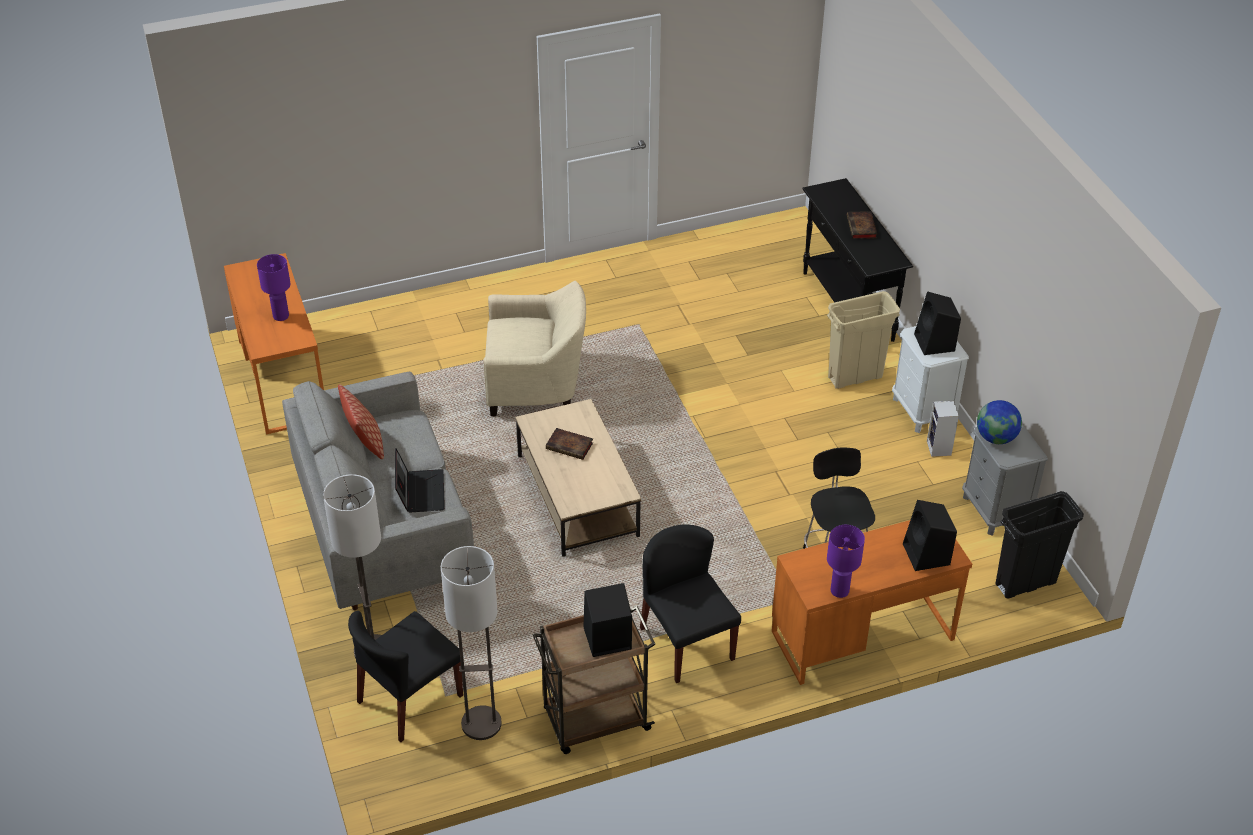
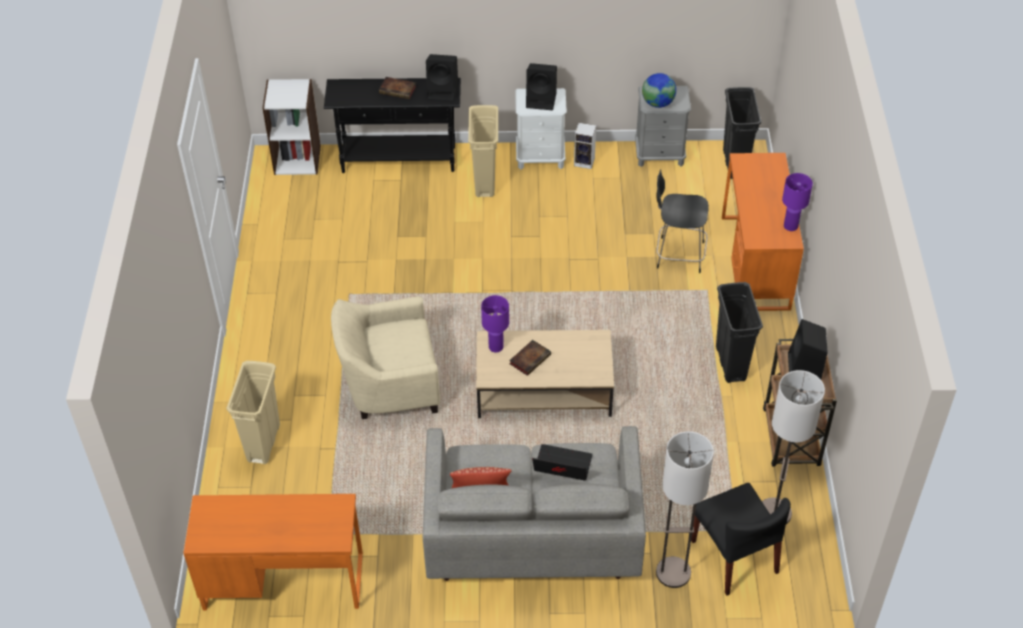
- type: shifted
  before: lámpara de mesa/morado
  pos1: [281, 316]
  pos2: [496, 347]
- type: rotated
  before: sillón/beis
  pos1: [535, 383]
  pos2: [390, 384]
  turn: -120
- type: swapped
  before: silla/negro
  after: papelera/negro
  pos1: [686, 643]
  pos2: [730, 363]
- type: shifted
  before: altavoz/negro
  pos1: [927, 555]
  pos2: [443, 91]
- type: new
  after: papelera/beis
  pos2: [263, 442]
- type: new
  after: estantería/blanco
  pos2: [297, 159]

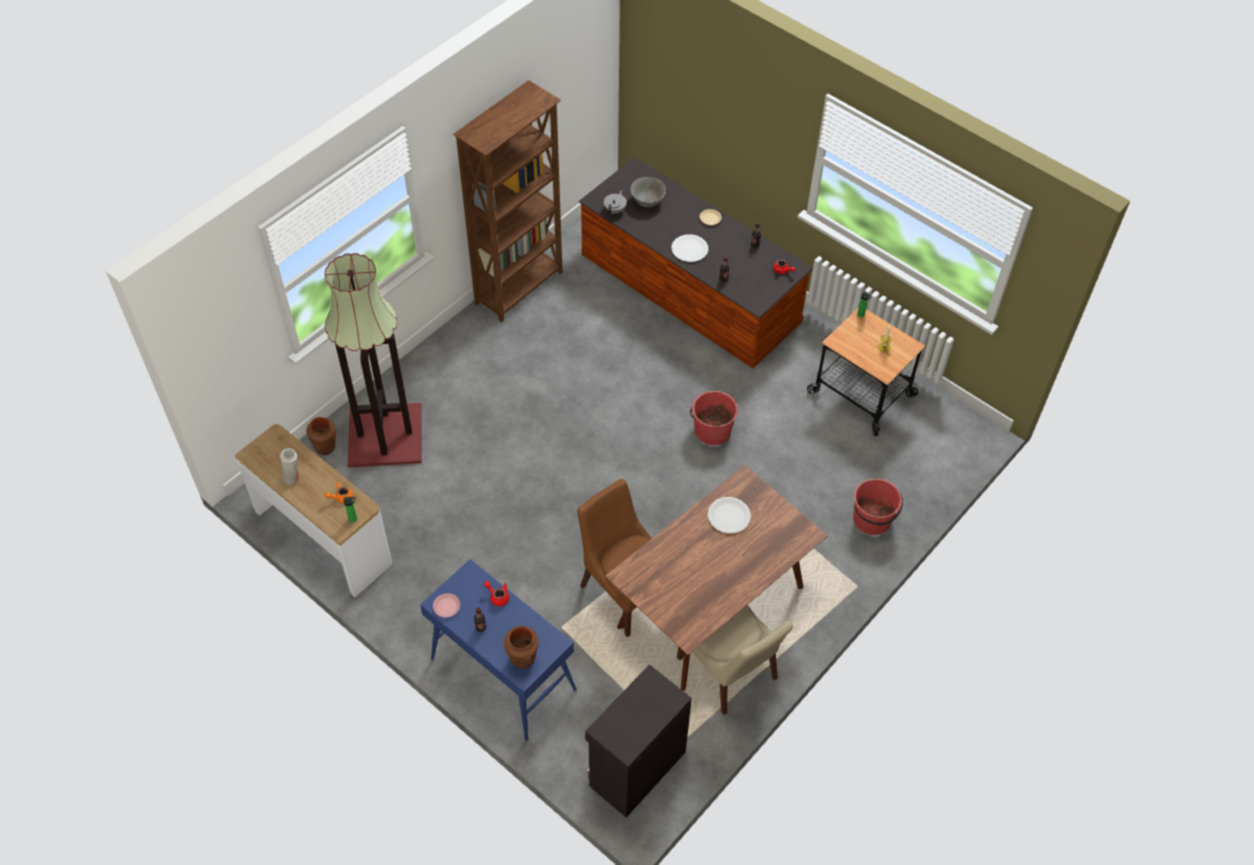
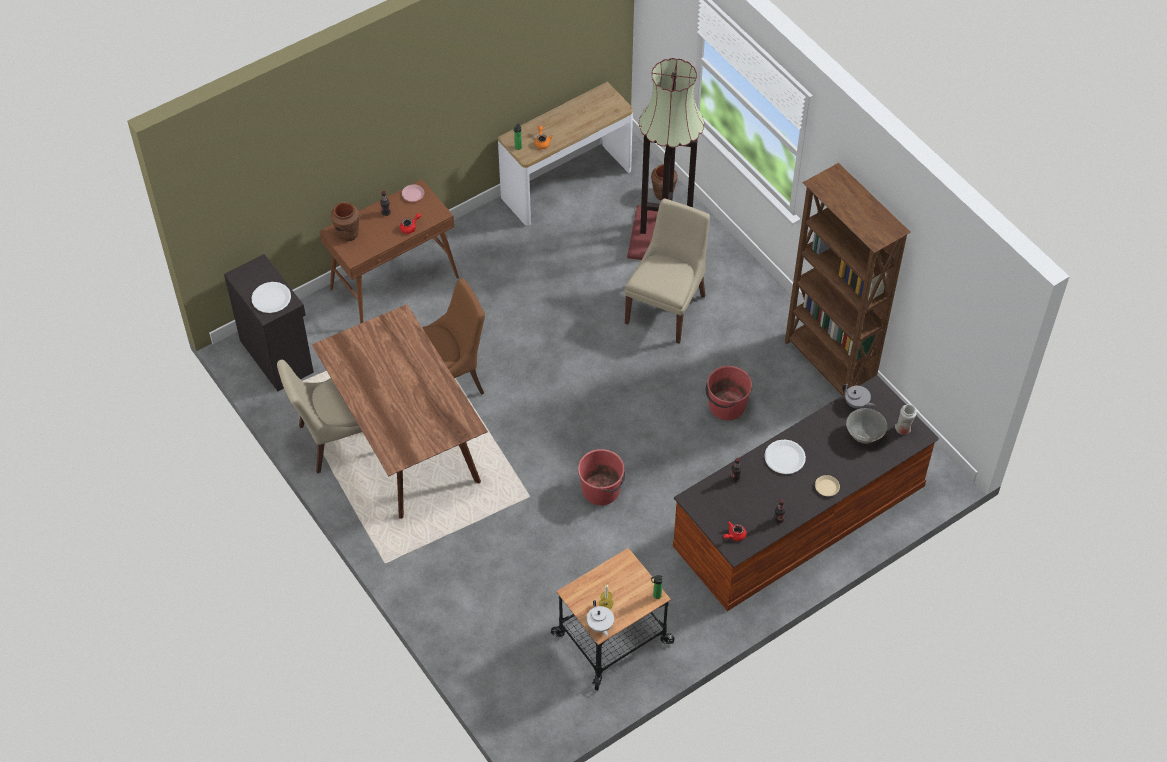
- type: shifted
  before: florero/blanco
  pos1: [292, 477]
  pos2: [903, 430]
- type: repainted
  before: mesa consola/azul
  after: mesa consola/marrón
  pos1: [502, 674]
  pos2: [395, 283]
- type: shifted
  before: plato/blanco
  pos1: [729, 516]
  pos2: [271, 298]
- type: shifted
  before: cubo/rojo
  pos1: [872, 520]
  pos2: [726, 406]
- type: new
  after: tetera/blanco
  pos2: [600, 625]
- type: new
  after: silla/beis
  pos2: [666, 307]

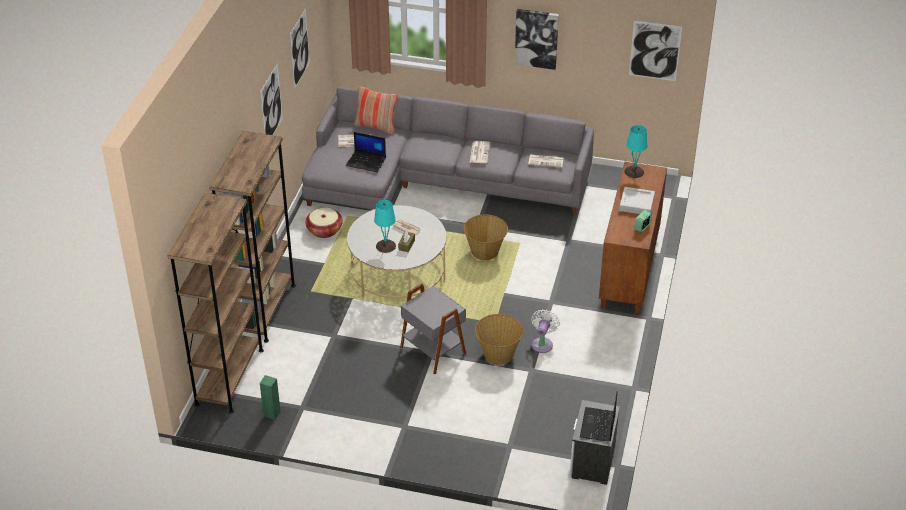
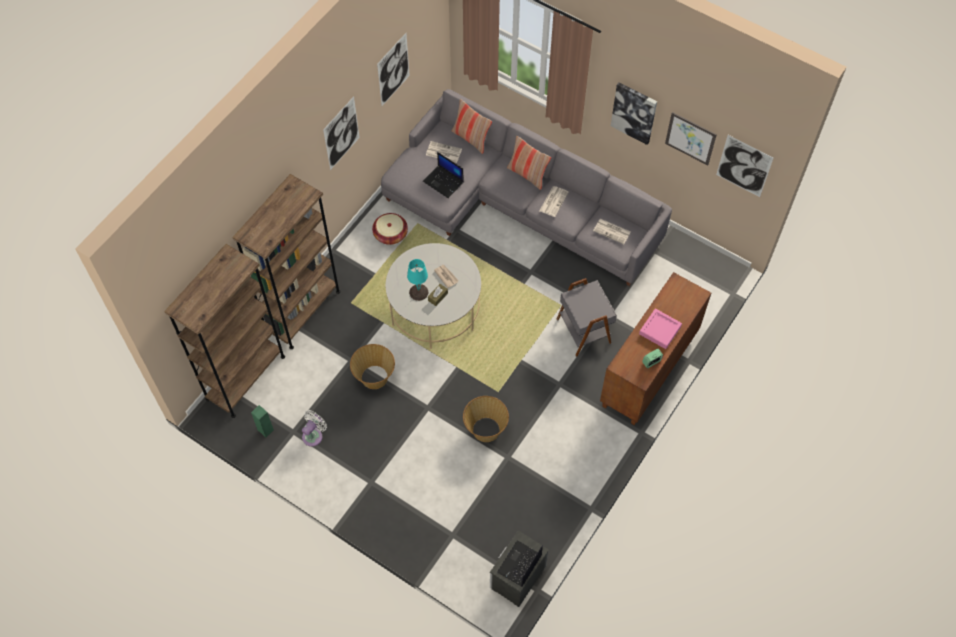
- type: shifted
  before: mesa auxiliar/gris
  pos1: [434, 350]
  pos2: [584, 330]
- type: shifted
  before: cesta
  pos1: [485, 252]
  pos2: [374, 377]
- type: shifted
  before: ventilador/blanco
  pos1: [543, 343]
  pos2: [314, 435]
- type: repainted
  before: bandeja/gris
  after: bandeja/rosa
  pos1: [636, 204]
  pos2: [660, 330]
- type: gone
  before: lámpara de mesa/turquesa
  pos1: [633, 171]
- type: new
  after: cojín
  pos2: [527, 174]
- type: new
  after: cuadro
  pos2: [690, 138]

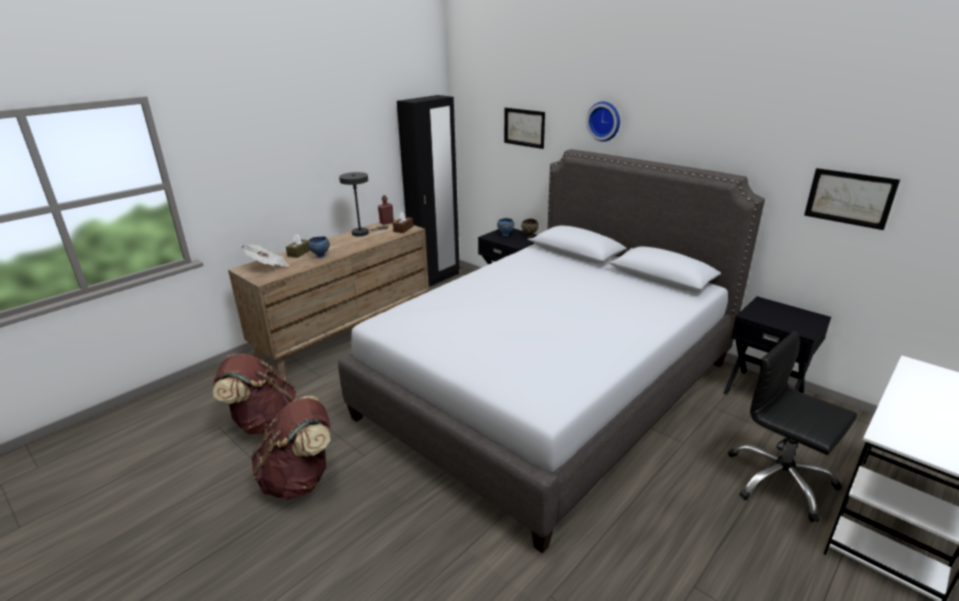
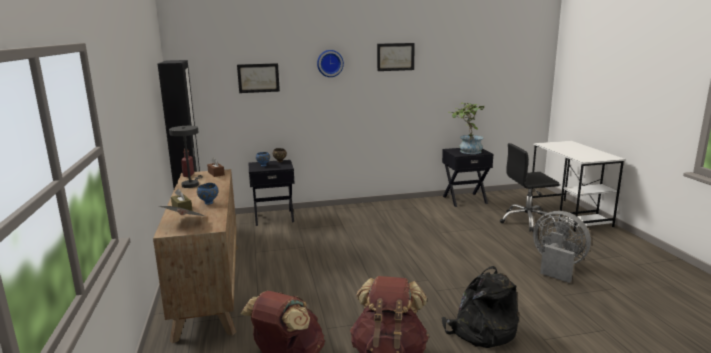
- type: gone
  before: cama/gris
  pos1: [548, 389]
- type: shifted
  before: cuadro
  pos1: [849, 198]
  pos2: [395, 57]
- type: new
  after: mochila/negro
  pos2: [480, 331]
- type: new
  after: planta en maceta
  pos2: [467, 151]
- type: new
  after: ventilador/gris
  pos2: [557, 266]

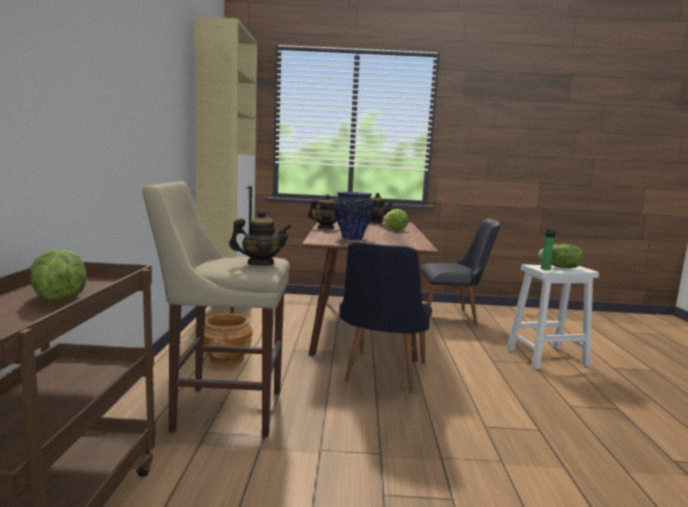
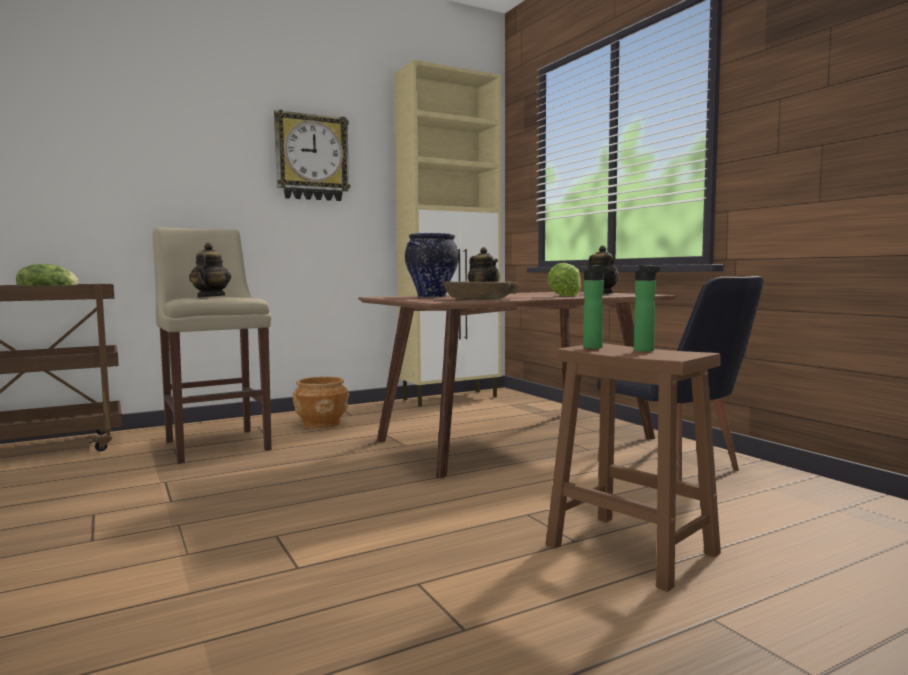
- type: rotated
  before: tetera
  pos1: [260, 264]
  pos2: [210, 297]
  turn: -135
- type: gone
  before: silla/negro
  pos1: [381, 375]
- type: repainted
  before: taburete/blanco
  after: taburete/marrón
  pos1: [548, 357]
  pos2: [634, 550]
- type: swapped
  before: lechuga
  after: botella
  pos1: [560, 267]
  pos2: [645, 351]
- type: new
  after: reloj de pared
  pos2: [311, 158]
- type: new
  after: cuenco/marrón
  pos2: [479, 299]

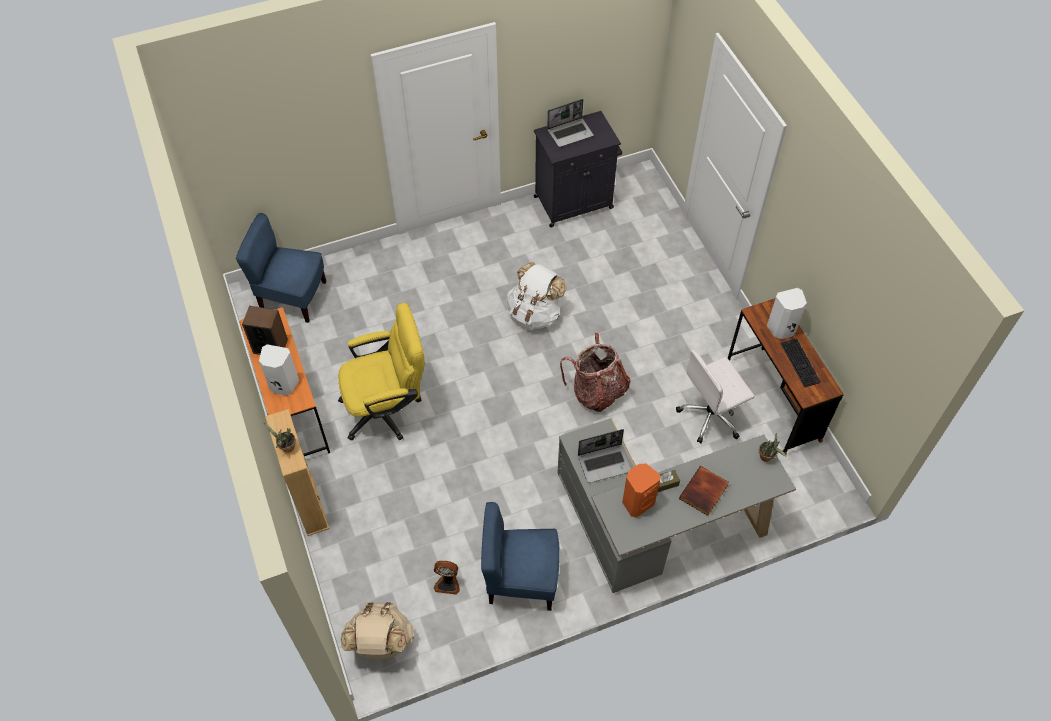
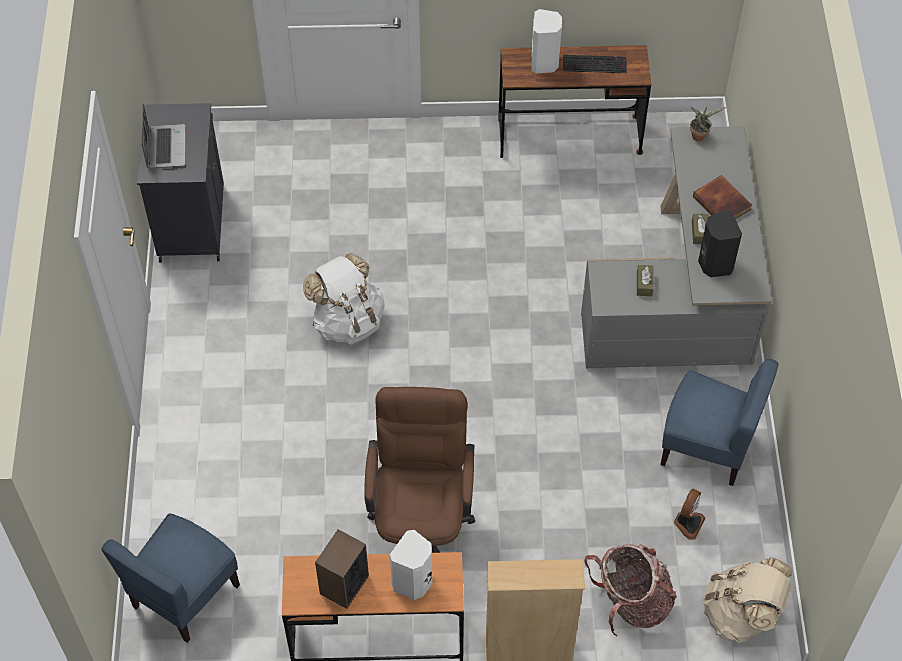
- type: gone
  before: planta en maceta
  pos1: [286, 447]
- type: repainted
  before: silla de oficina/amarillo
  after: silla de oficina/marrón
  pos1: [388, 409]
  pos2: [421, 523]
- type: rotated
  before: silla/azul
  pos1: [521, 579]
  pos2: [707, 447]
  turn: -90
- type: shifted
  before: mochila
  pos1: [597, 391]
  pos2: [631, 602]
- type: swapped
  before: portátil
  after: caja de pañuelos/marrón
  pos1: [605, 463]
  pos2: [644, 284]
- type: repainted
  before: altavoz/naranja
  after: altavoz/negro
  pos1: [637, 502]
  pos2: [714, 264]
- type: gone
  before: silla de oficina/blanco
  pos1: [711, 416]

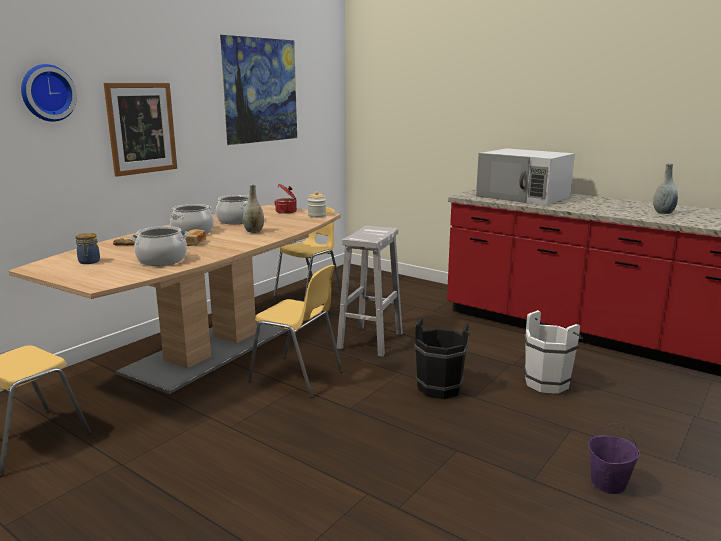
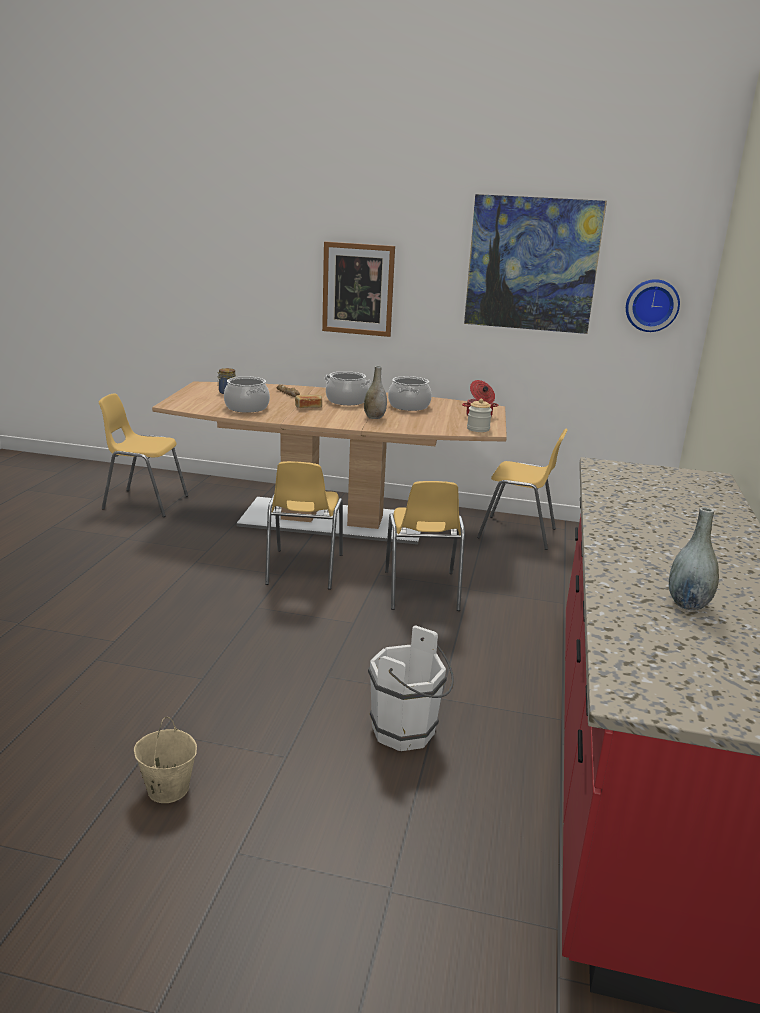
- type: shifted
  before: reloj de pared
  pos1: [47, 93]
  pos2: [652, 305]
- type: swapped
  before: taburete/blanco
  after: silla/amarillo
  pos1: [370, 341]
  pos2: [421, 591]
- type: gone
  before: cubo/negro
  pos1: [440, 386]
- type: gone
  before: microondas/blanco
  pos1: [523, 196]
- type: repainted
  before: cubo/morado
  after: cubo/beis
  pos1: [608, 484]
  pos2: [167, 789]

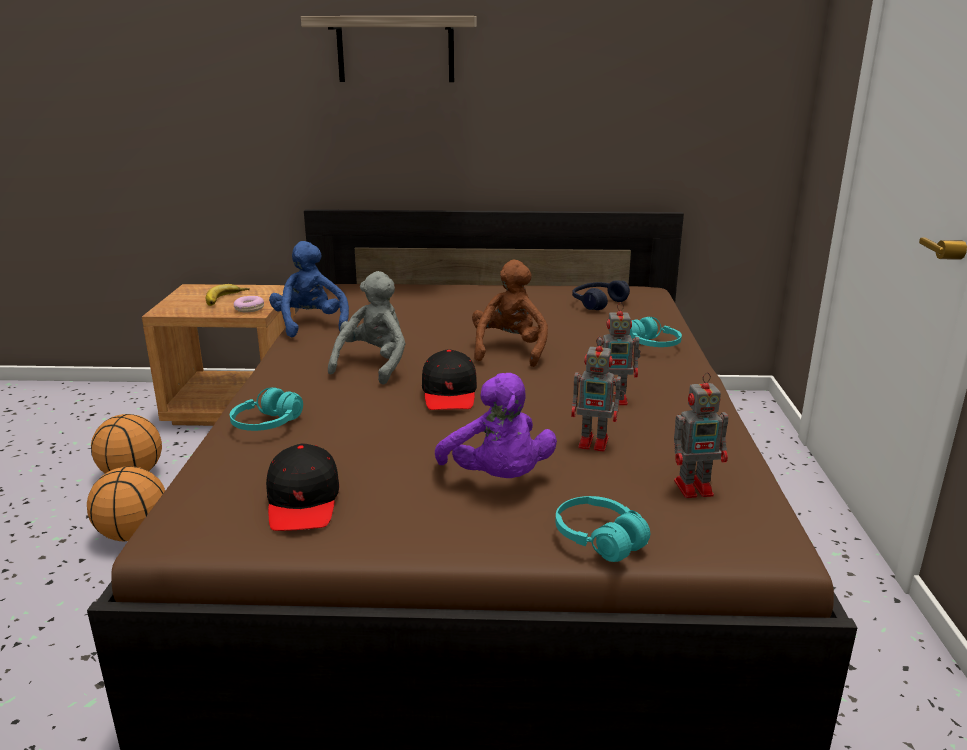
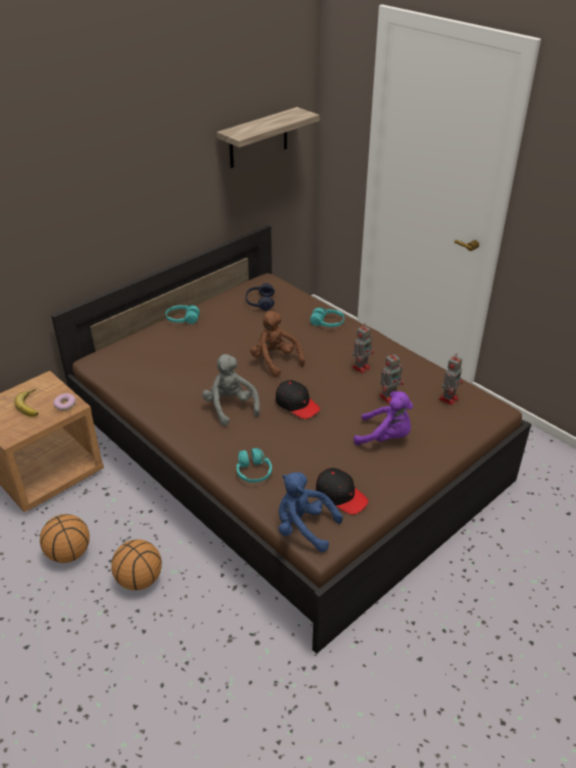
- type: shifted
  before: peluche/azul
  pos1: [310, 325]
  pos2: [303, 528]
- type: shifted
  before: estante
  pos1: [395, 49]
  pos2: [258, 138]
- type: shifted
  before: auriculares/turquesa
  pos1: [599, 539]
  pos2: [182, 319]

